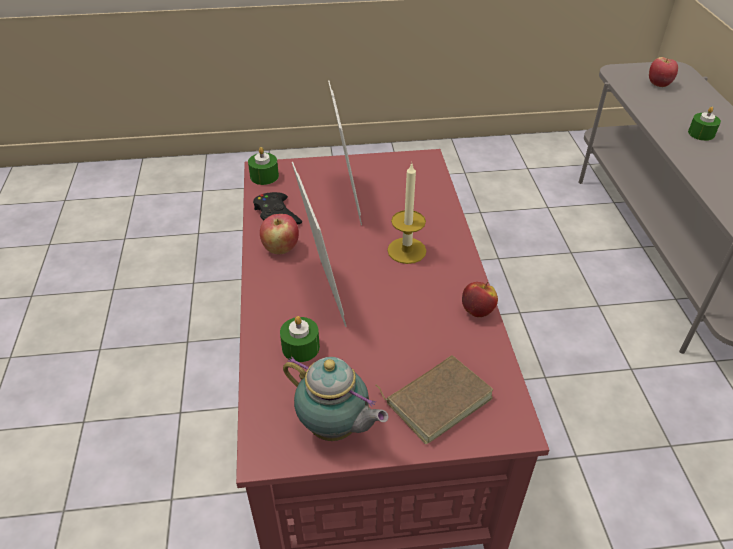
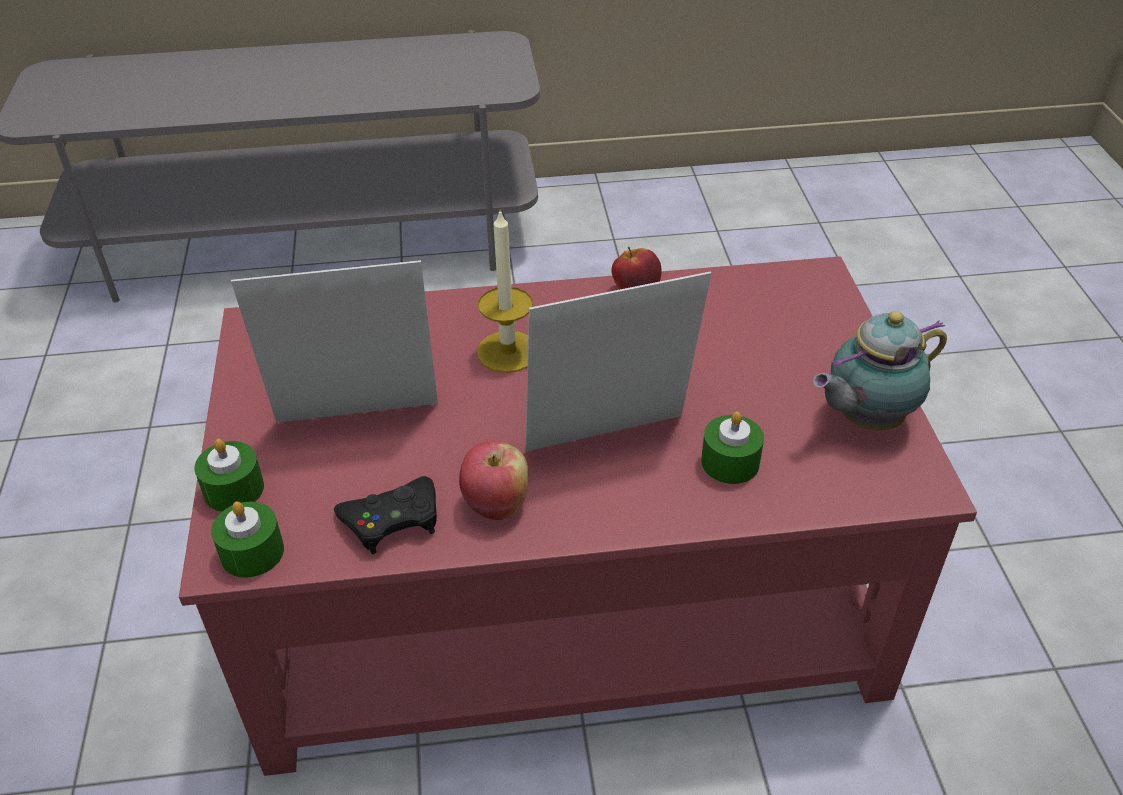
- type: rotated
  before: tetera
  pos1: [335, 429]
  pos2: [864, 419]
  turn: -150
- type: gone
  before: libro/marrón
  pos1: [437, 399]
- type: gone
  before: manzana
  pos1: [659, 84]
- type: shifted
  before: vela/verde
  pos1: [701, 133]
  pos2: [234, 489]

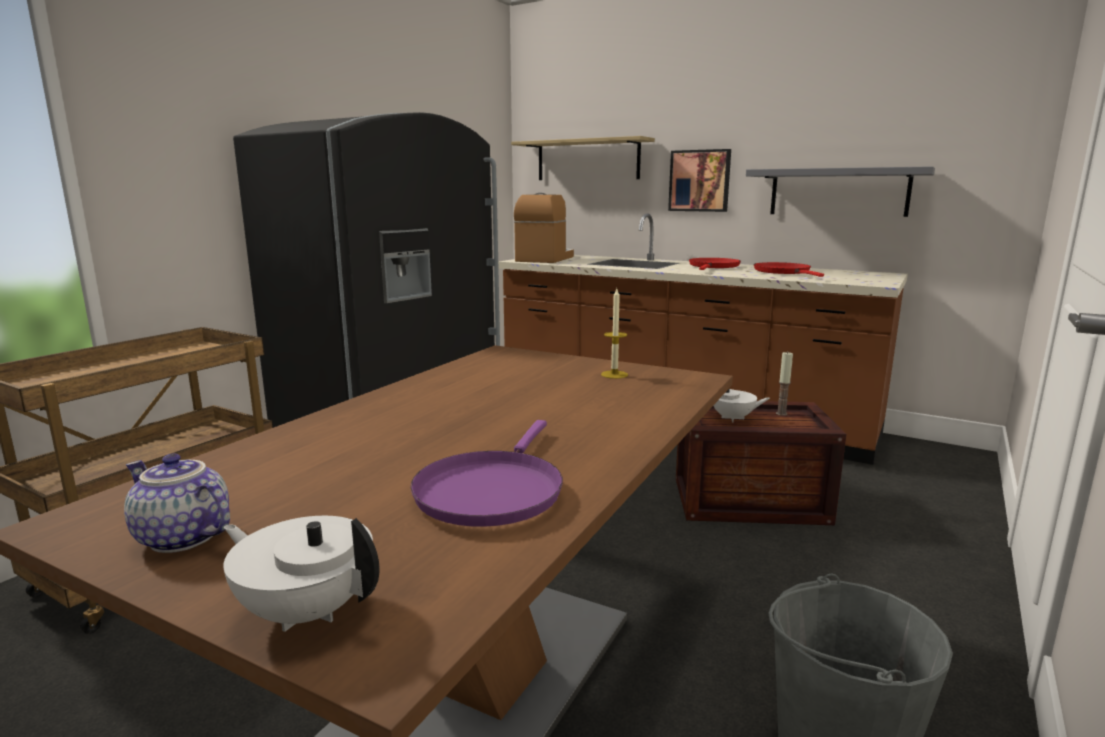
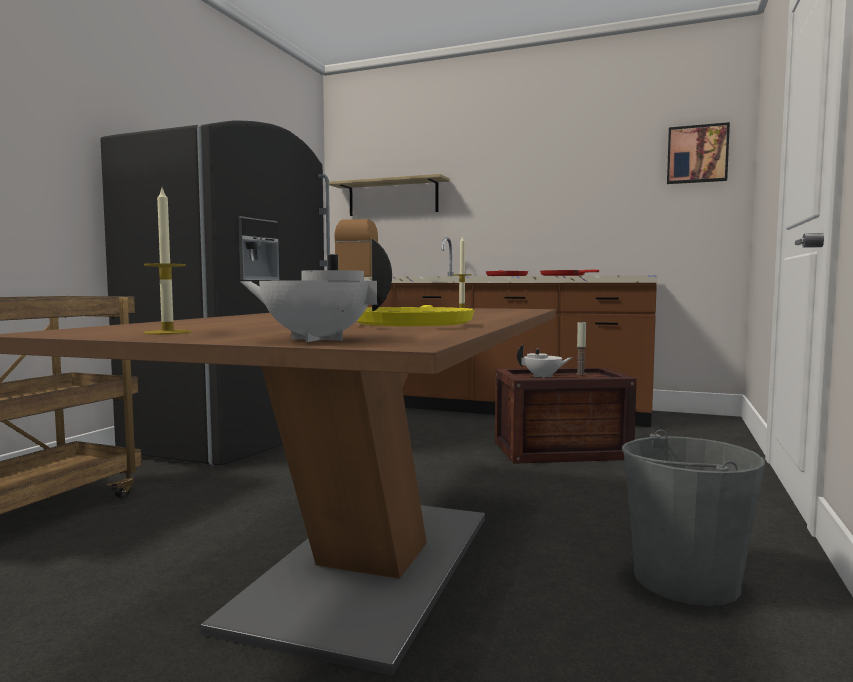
- type: swapped
  before: tetera
  after: vela
  pos1: [180, 538]
  pos2: [167, 332]
- type: repainted
  before: sartén/morado
  after: sartén/amarillo
  pos1: [491, 491]
  pos2: [413, 324]
- type: shifted
  before: cuadro
  pos1: [700, 181]
  pos2: [697, 154]
- type: gone
  before: estante/gris
  pos1: [838, 192]

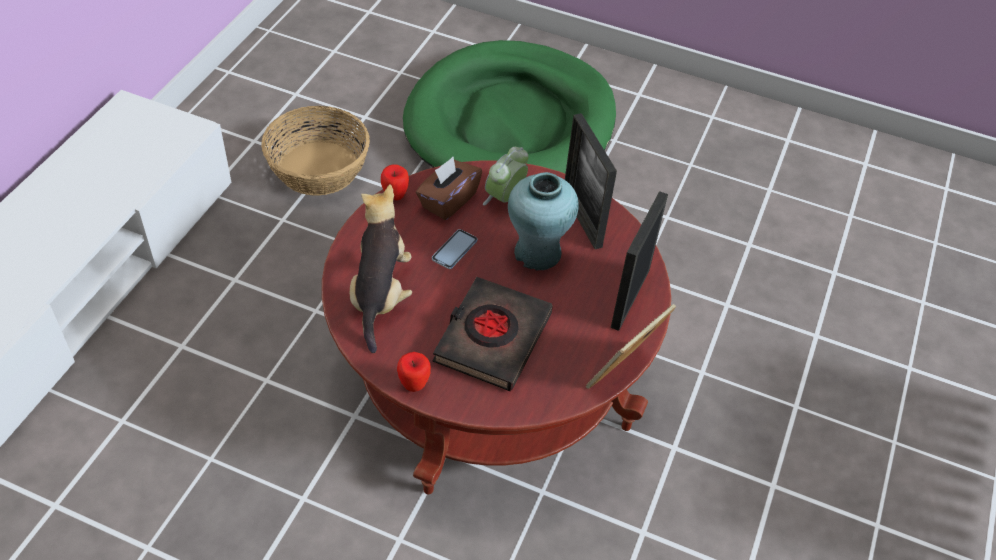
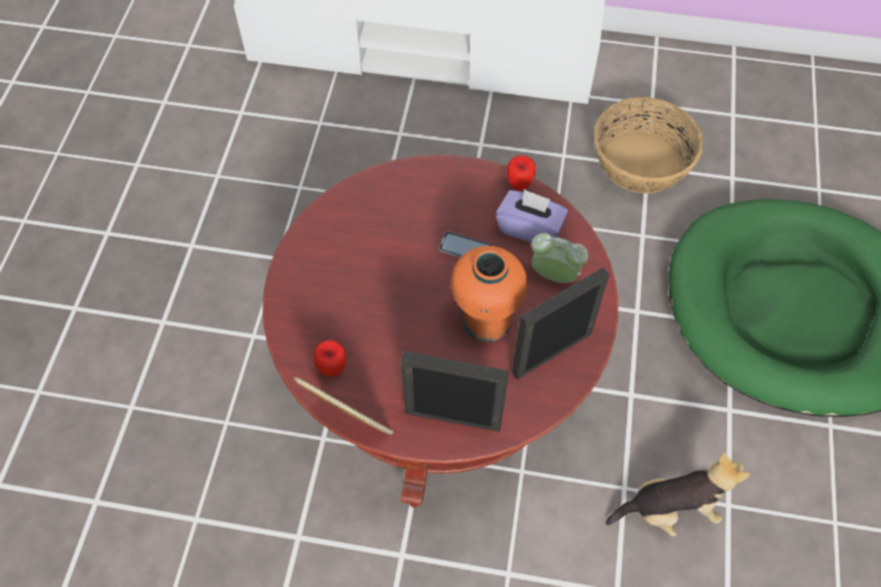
- type: shifted
  before: peluche
  pos1: [380, 295]
  pos2: [670, 509]
- type: shifted
  before: manzana
  pos1: [414, 384]
  pos2: [332, 369]
- type: repainted
  before: caja de pañuelos/marrón
  after: caja de pañuelos/morado
  pos1: [448, 201]
  pos2: [530, 228]
- type: gone
  before: libro/negro
  pos1: [492, 338]
- type: repainted
  before: florero/turquesa
  after: florero/naranja
  pos1: [538, 253]
  pos2: [486, 321]

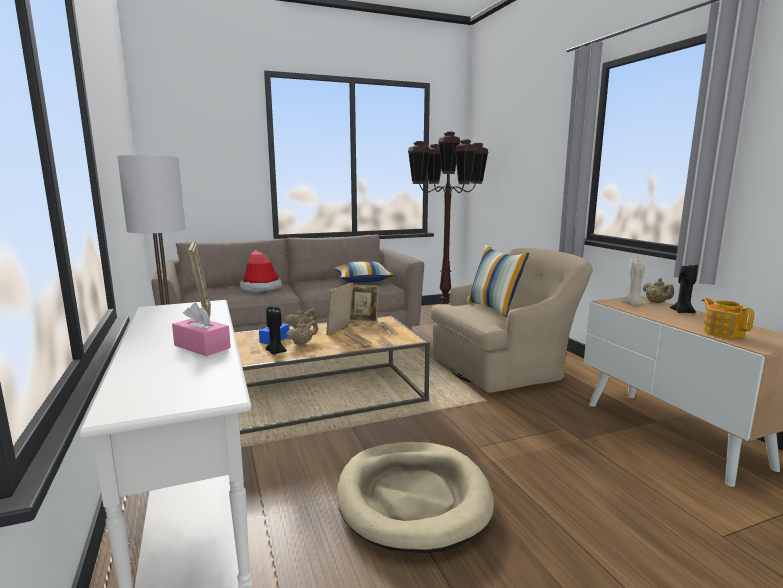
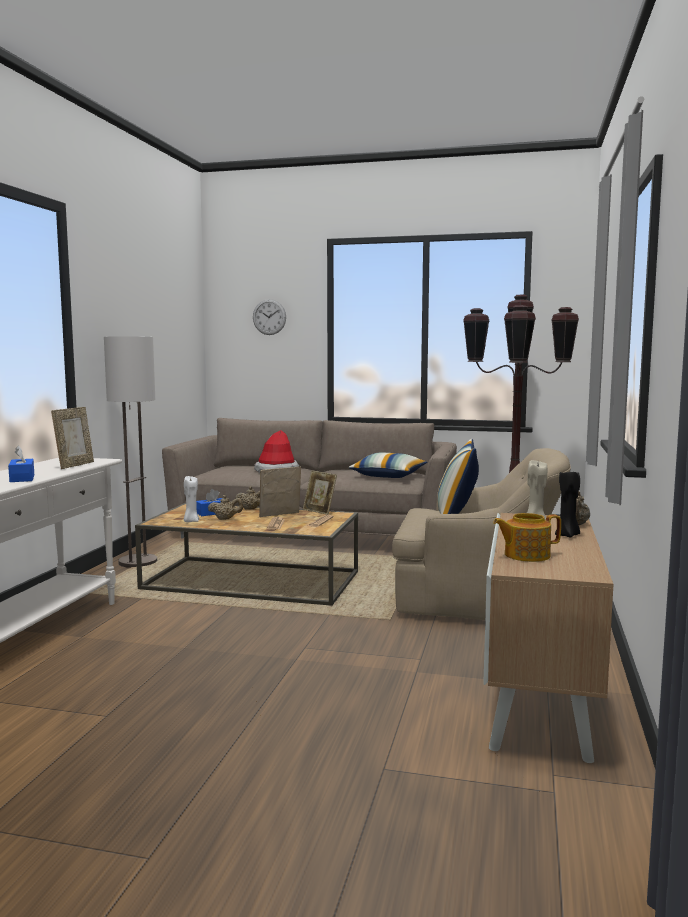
- type: repainted
  before: caja de pañuelos/rosa
  after: caja de pañuelos/azul
  pos1: [202, 346]
  pos2: [22, 478]
- type: repainted
  before: vela/negro
  after: vela/blanco
  pos1: [275, 352]
  pos2: [191, 521]
- type: gone
  before: cama para perro/beis
  pos1: [413, 498]
- type: rotated
  before: tetera
  pos1: [722, 333]
  pos2: [525, 555]
  turn: -120
- type: new
  after: reloj de pared
  pos2: [269, 317]

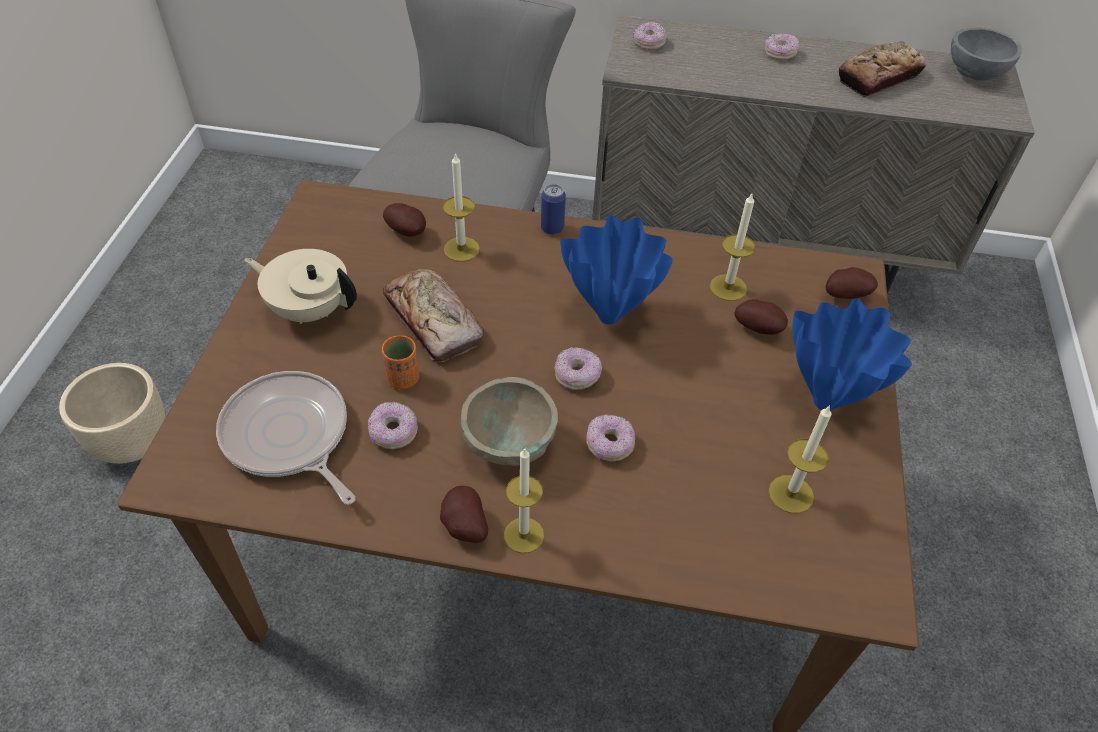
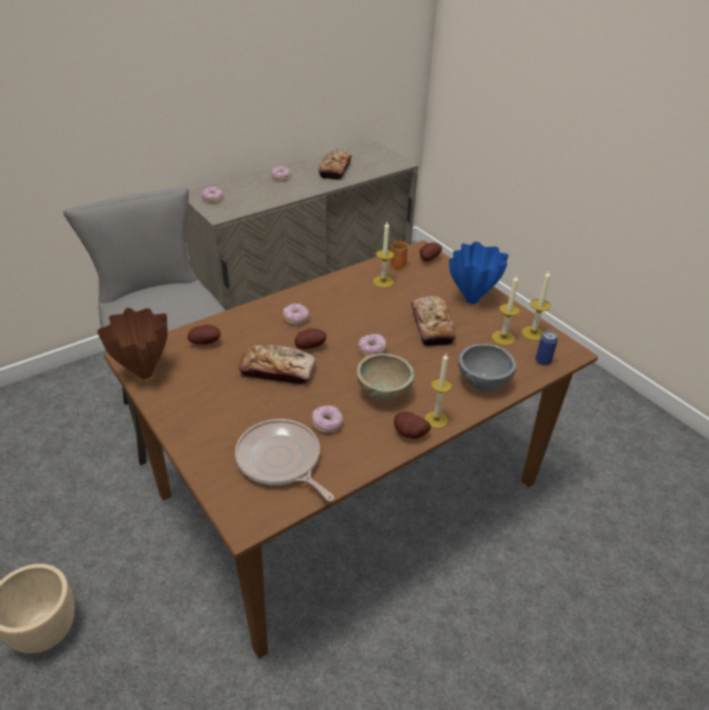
- type: rotated
  before: sartén
  pos1: [289, 437]
  pos2: [281, 461]
  turn: 45
- type: gone
  before: tetera/beis
  pos1: [309, 309]
- type: shifted
  before: taza/naranja
  pos1: [403, 379]
  pos2: [397, 265]
- type: shifted
  before: vela
  pos1: [461, 249]
  pos2: [533, 333]
- type: shifted
  before: lata
  pos1: [552, 228]
  pos2: [543, 361]
- type: gone
  before: florero/azul
  pos1: [611, 317]
- type: shifted
  before: rosquilla
  pos1: [609, 445]
  pos2: [296, 319]
- type: shifted
  before: patata
  pos1: [759, 328]
  pos2: [310, 346]
- type: shifted
  before: cuenco/gris
  pos1: [974, 75]
  pos2: [483, 383]
- type: new
  after: florero/marrón
  pos2: [145, 373]
- type: new
  after: pan
  pos2: [431, 326]

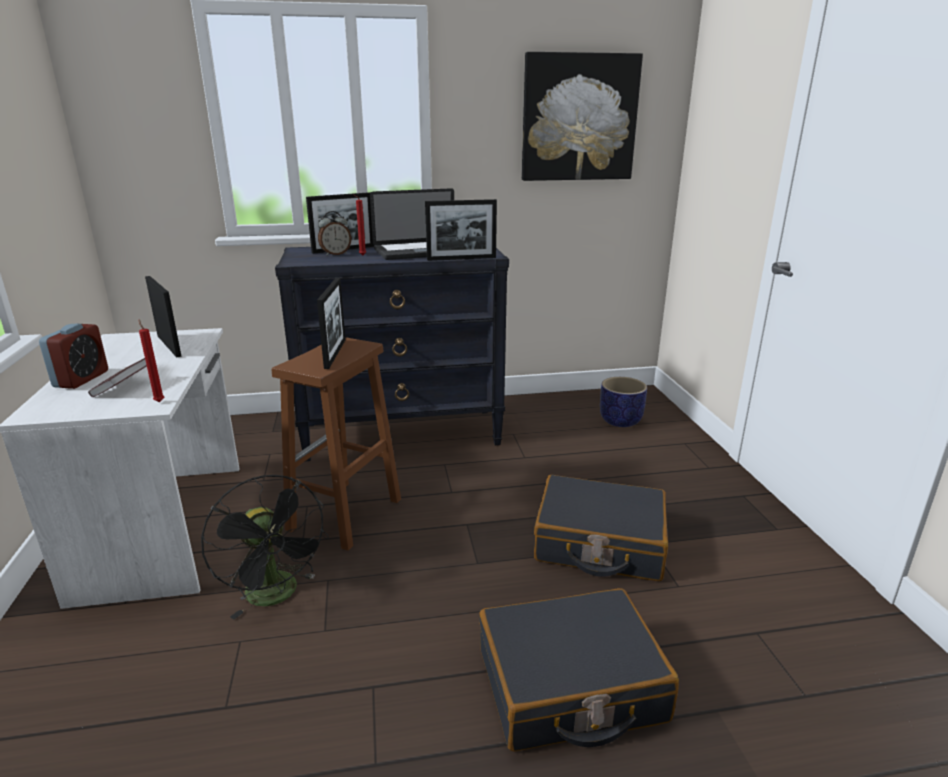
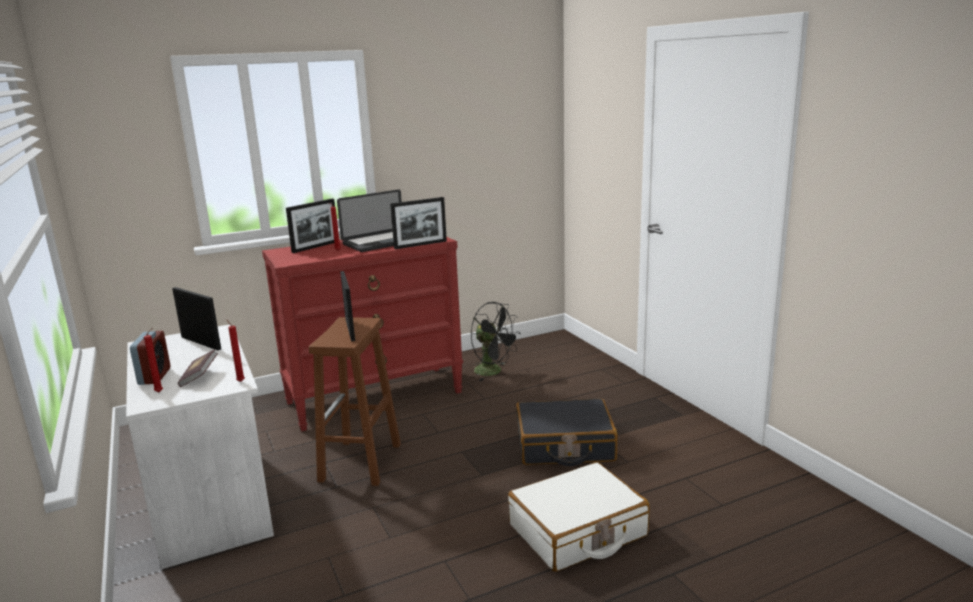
- type: shifted
  before: ventilador/negro
  pos1: [277, 596]
  pos2: [493, 372]
- type: repainted
  before: cómoda/negro
  after: cómoda/rojo
  pos1: [403, 433]
  pos2: [375, 397]
- type: gone
  before: despertador
  pos1: [335, 254]
- type: repainted
  before: maleta/negro
  after: maleta/blanco
  pos1: [570, 686]
  pos2: [578, 531]
- type: gone
  before: cuadro
  pos1: [579, 118]
- type: gone
  before: maceta
  pos1: [620, 421]
- type: new
  after: vela/rojo
  pos2: [160, 392]

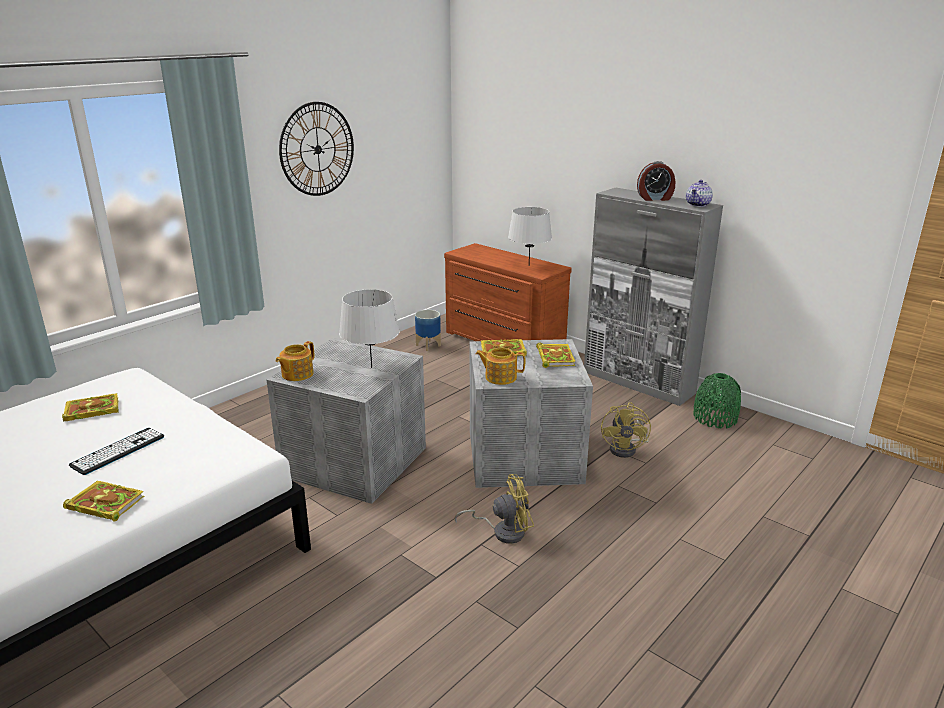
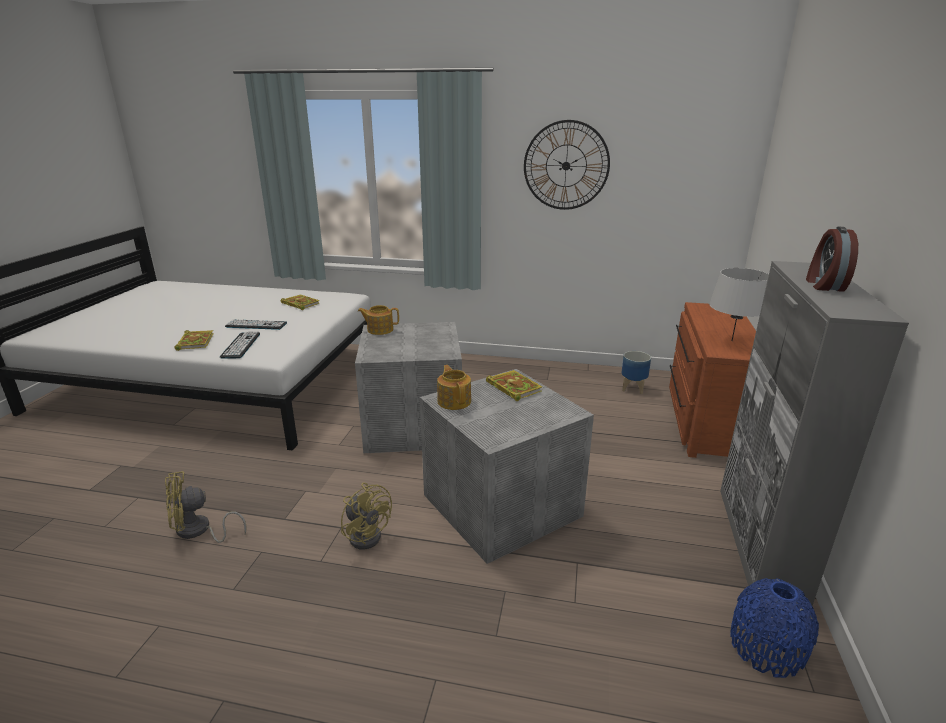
- type: gone
  before: lámpara de mesa/gris
  pos1: [372, 367]
- type: gone
  before: libro
  pos1: [554, 357]
- type: shifted
  before: ventilador/amarillo
  pos1: [627, 449]
  pos2: [198, 531]
- type: rotated
  before: despertador
  pos1: [655, 198]
  pos2: [824, 285]
  turn: 45
- type: gone
  before: tetera
  pos1: [698, 204]
- type: repainted
  before: florero/verde
  after: florero/azul
  pos1: [715, 418]
  pos2: [766, 647]
- type: new
  after: teclado
  pos2: [241, 345]

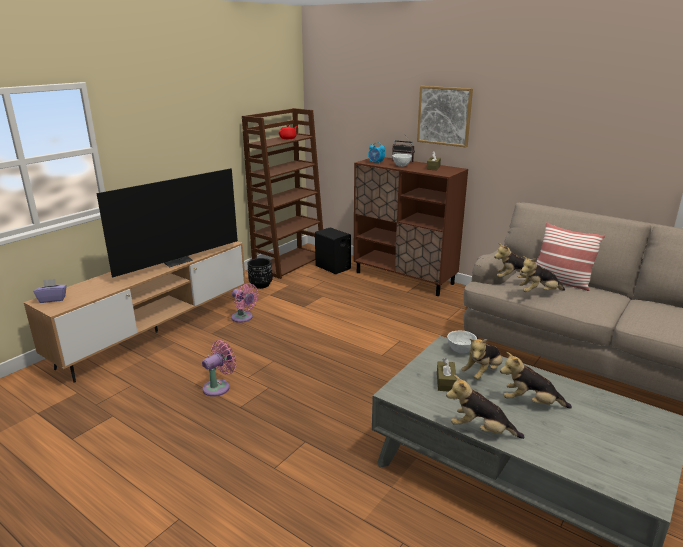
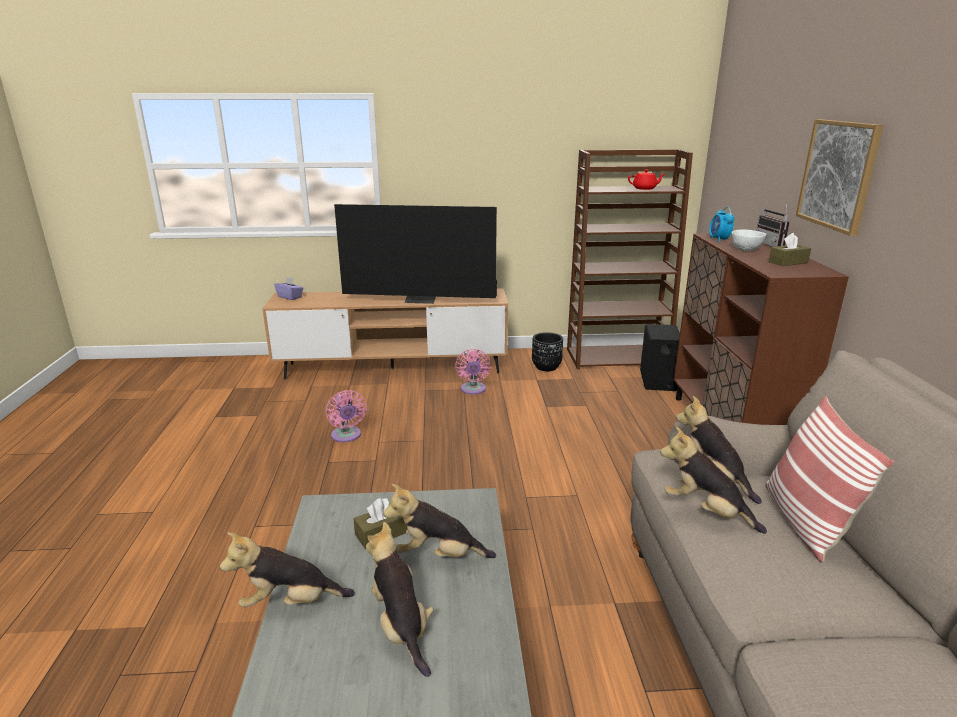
- type: rotated
  before: ventilador/rosa
  pos1: [219, 387]
  pos2: [346, 436]
  turn: 60
- type: rotated
  before: peluche
  pos1: [480, 430]
  pos2: [290, 602]
  turn: -75
- type: gone
  before: cuenco/blanco
  pos1: [460, 350]

